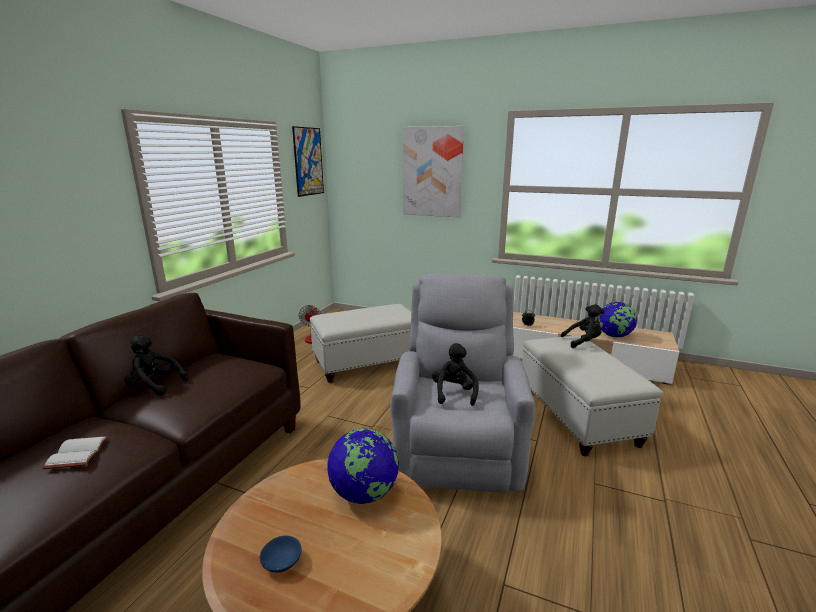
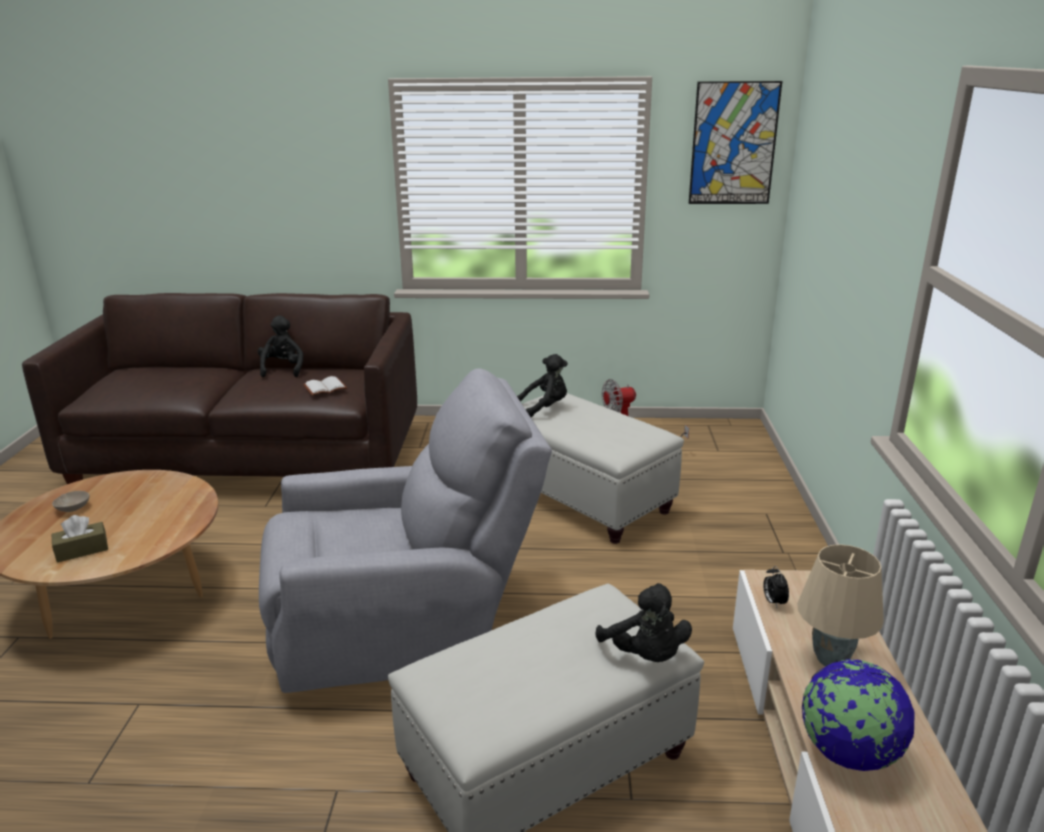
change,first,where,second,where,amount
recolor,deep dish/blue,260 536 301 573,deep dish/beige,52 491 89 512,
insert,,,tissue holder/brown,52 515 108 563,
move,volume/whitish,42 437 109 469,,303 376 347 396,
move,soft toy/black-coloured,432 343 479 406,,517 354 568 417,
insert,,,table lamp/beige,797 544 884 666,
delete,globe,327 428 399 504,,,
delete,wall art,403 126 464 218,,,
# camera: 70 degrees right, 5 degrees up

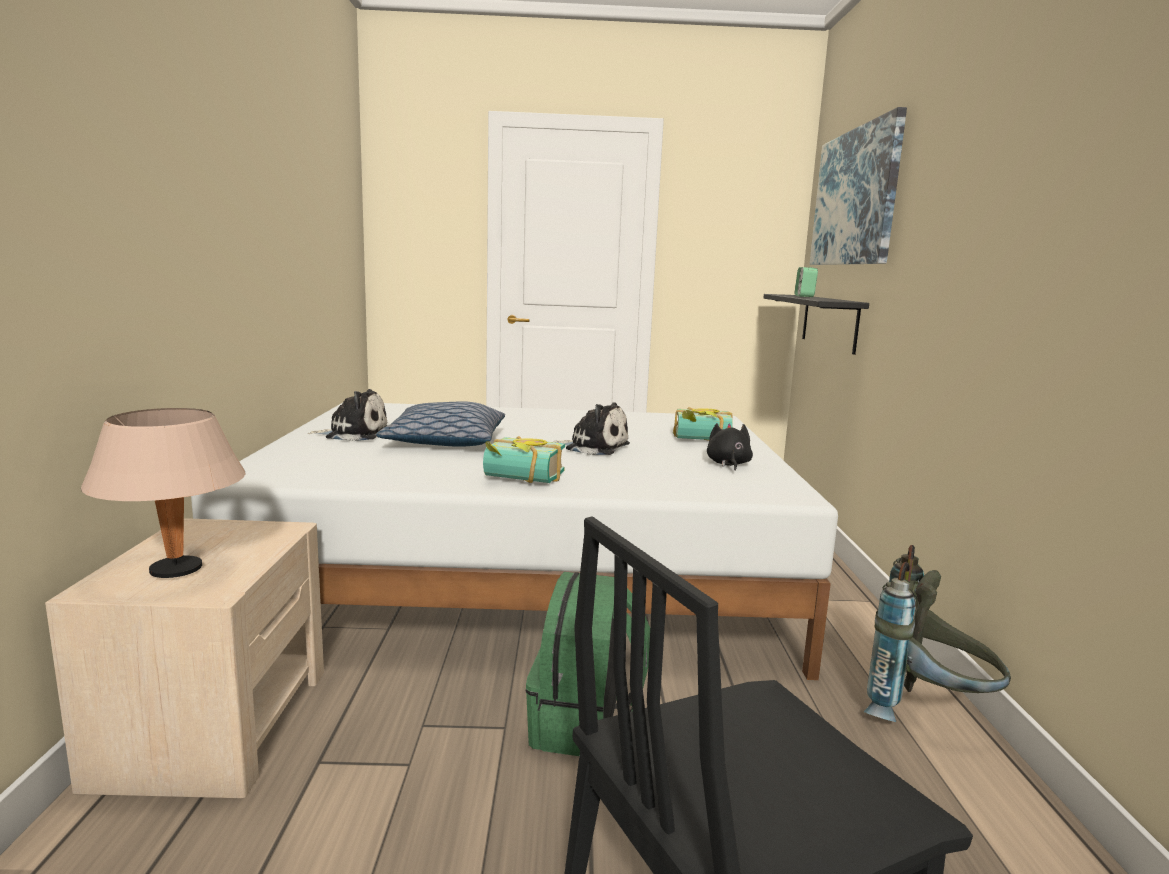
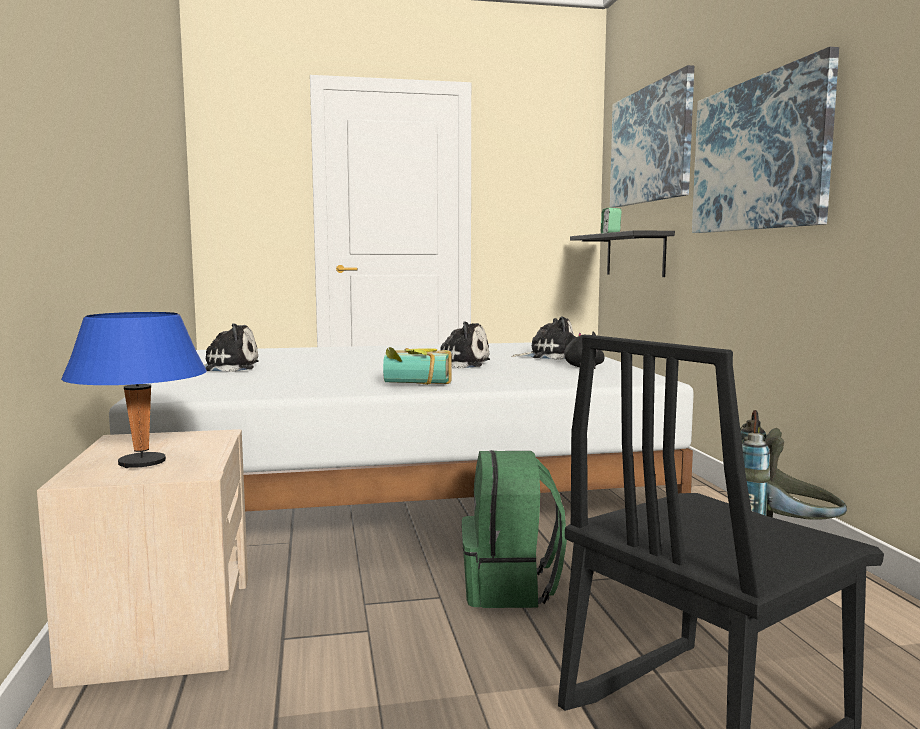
change,first,where,second,where,amount
recolor,table lamp/beige,81 408 246 578,table lamp/blue,61 312 207 468,
replace,volume,673 407 733 441,soft toy,511 316 574 360,
insert,,,wall art,692 47 839 233,
delete,pillow,376 401 505 447,,,
# camera: 10 degrees left, 5 degrees down

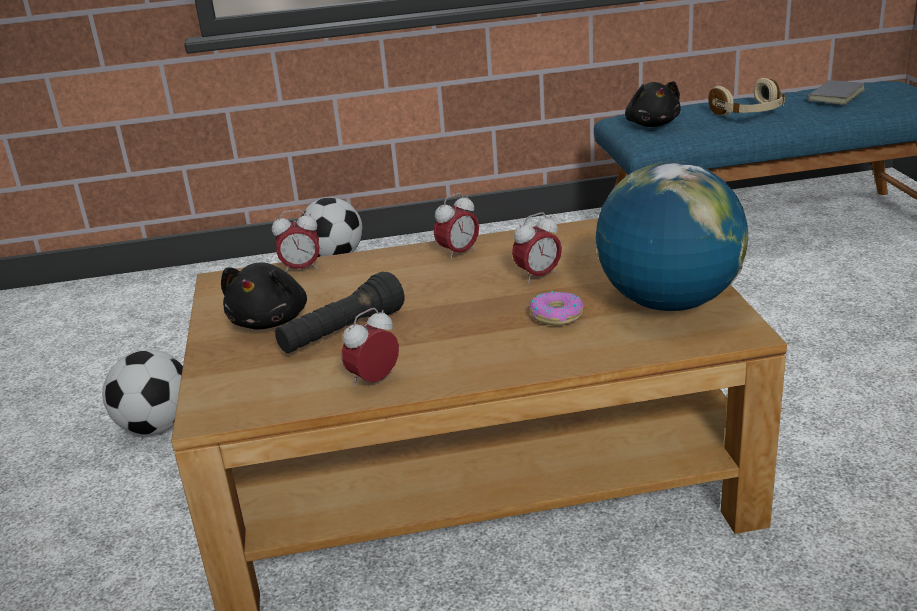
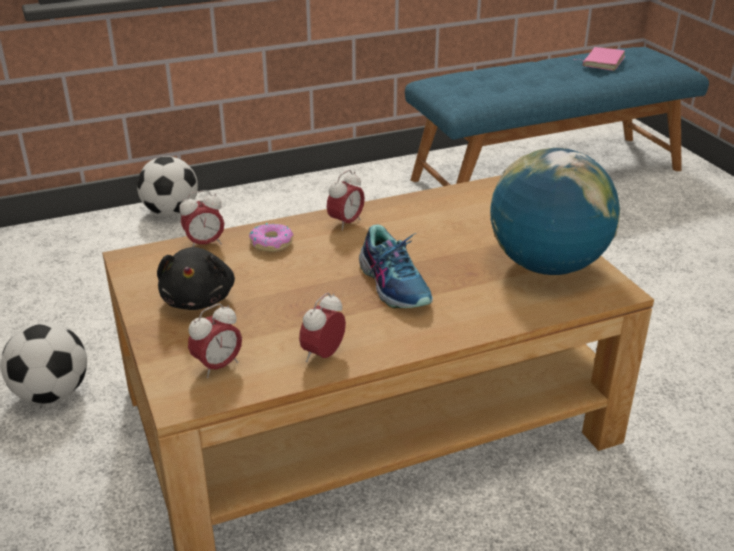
change,first,where,second,where,amount
move,table clock,512 212 562 284,,188 303 242 378,
move,donut,529 291 584 326,,249 223 293 252,
insert,,,low shoe,359 224 433 308,
recolor,volume/grey,797 80 865 105,volume/pinkish,574 47 625 71,
delete,torch/black-coloured,275 272 404 353,,,
delete,soft toy/black-coloured,625 81 681 127,,,
delete,headset/beige,709 78 785 116,,,
# camera: 15 degrees left, 5 degrees up

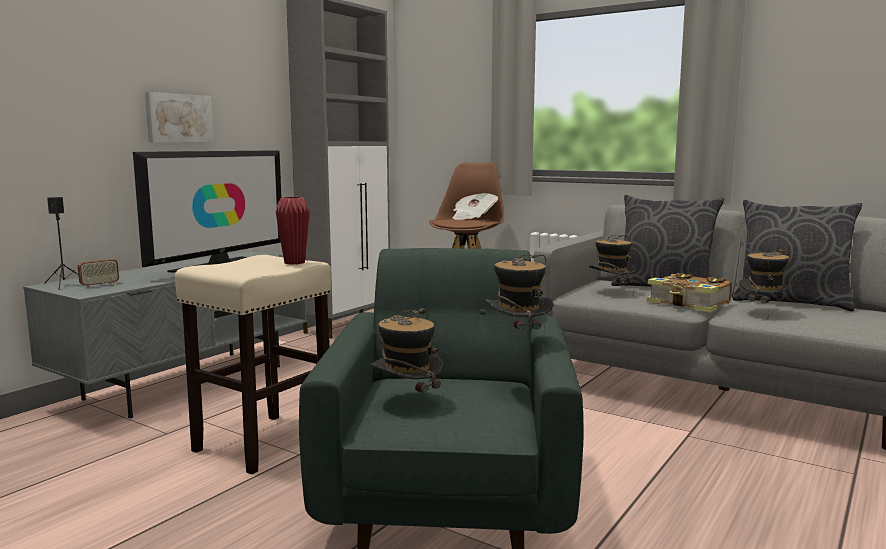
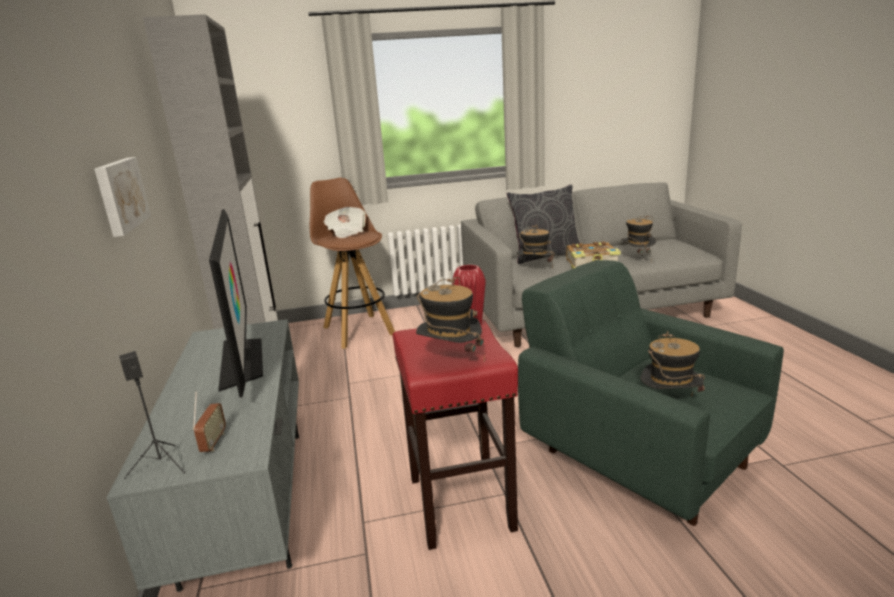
change,first,where,second,where,amount
recolor,stool/beige,175 255 331 474,stool/red-coloured,393 319 518 550,
move,hat,486 254 553 351,,416 277 485 360,
delete,pillow/grey,733 200 862 311,,,
# camera: 45 degrees left, 10 degrees up

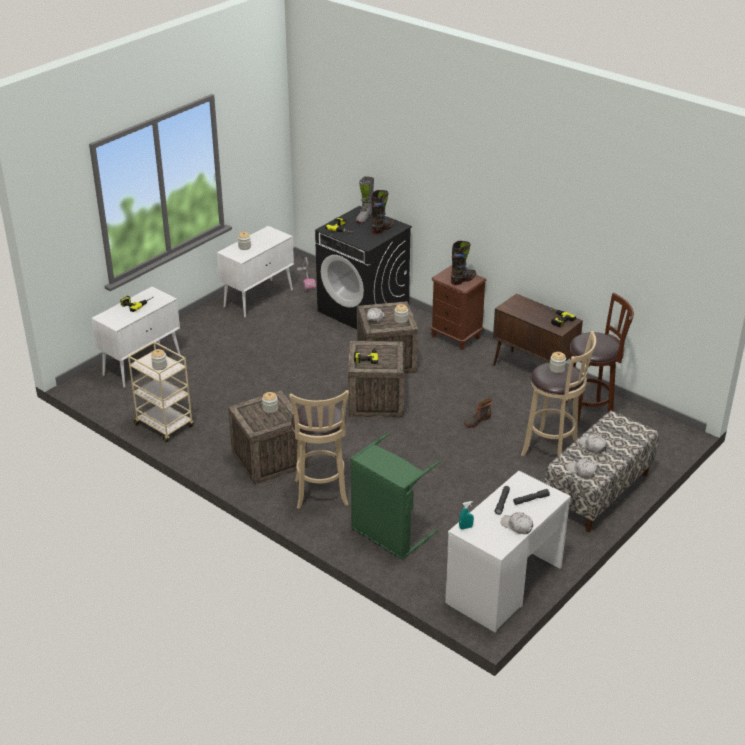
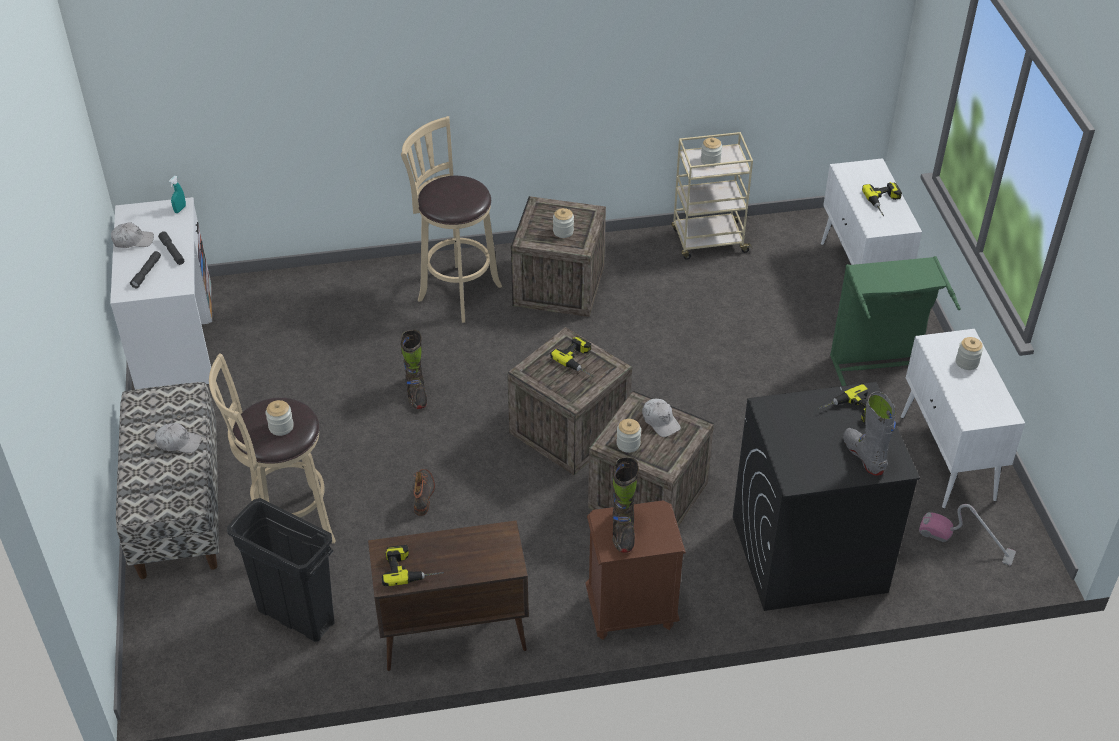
change,first,where,second,where,amount
replace,stool/brown,565 293 634 425,trash can/black-coloured,227 498 335 642,
move,boot/black-coloured,372 190 394 234,,401 330 427 409,
move,hamper/green-coloured,350 432 441 560,,830 256 961 386,
delete,baseball cap/whitish,567 458 597 478,,,
# camera: 130 degrees right, 10 degrees up

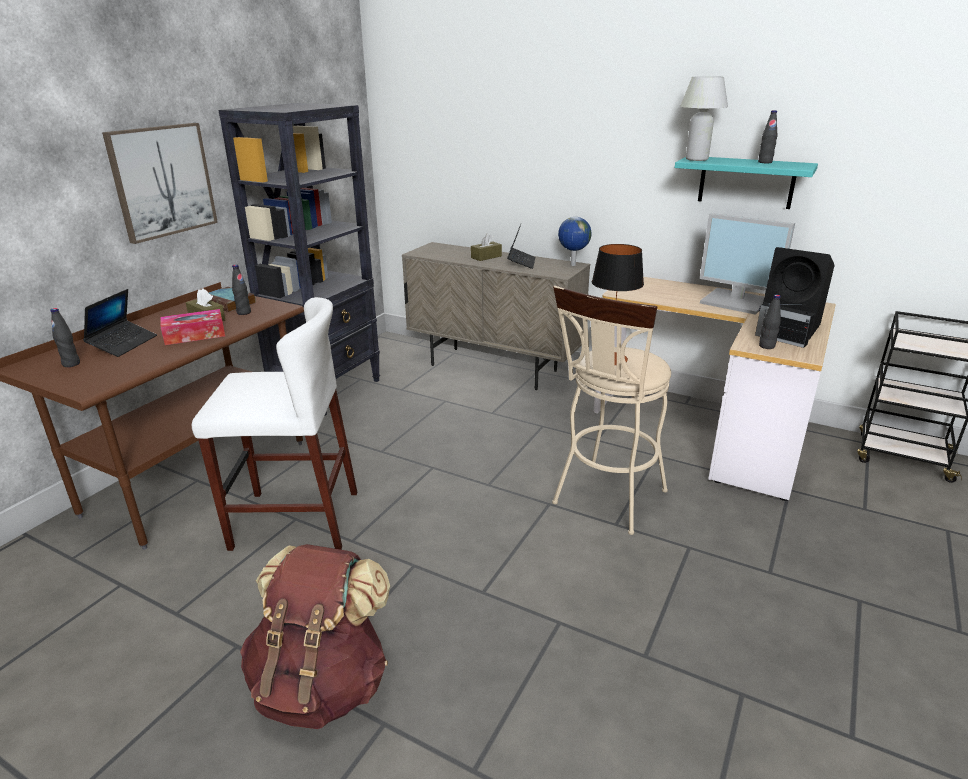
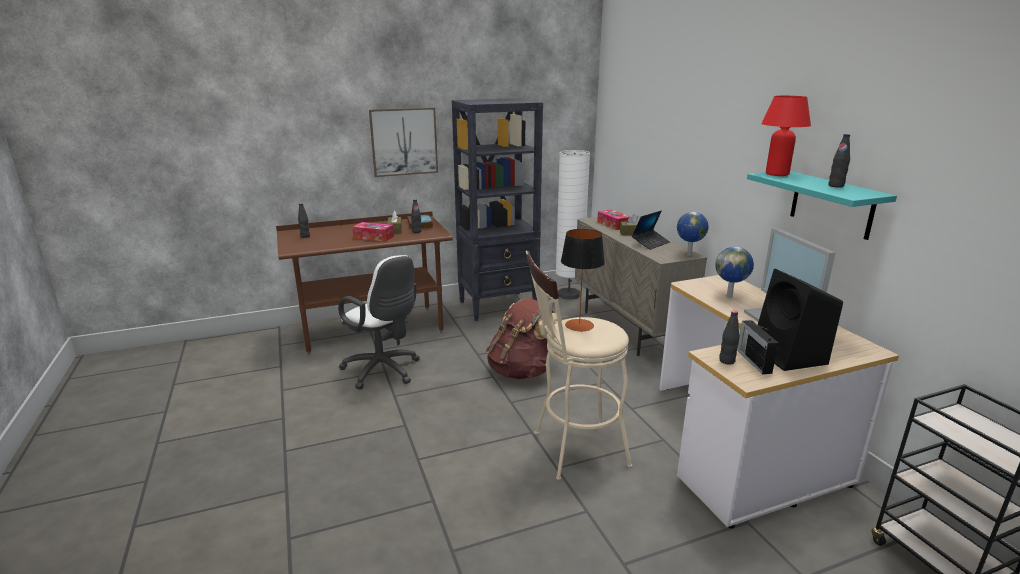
change,first,where,second,where,amount
replace,stool/whitish,192 297 357 551,desk chair/whitish,338 255 420 390,
move,backpack/brown,240 544 390 729,,486 298 558 379,
insert,,,floor lamp/whitish,556 150 590 300,
insert,,,tissue holder,597 209 631 230,
insert,,,globe,716 247 754 298,
recolor,table lamp/whitish,680 76 728 161,table lamp/red-coloured,761 96 811 176,
delete,laptop,83 289 157 357,,,
# camera: 40 degrees right, 5 degrees down

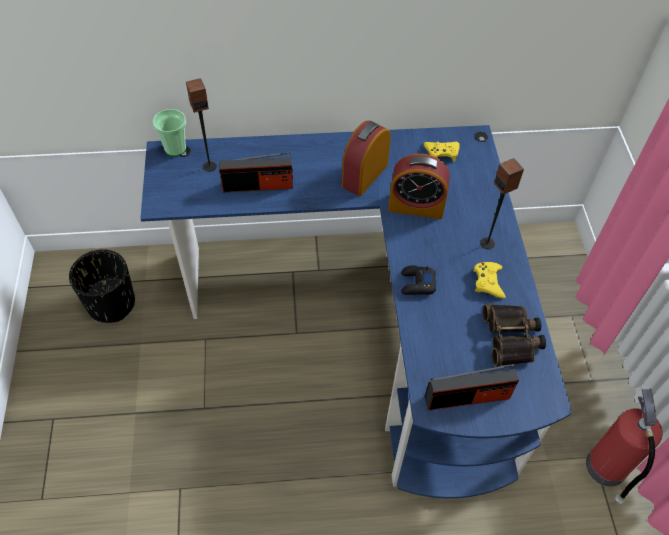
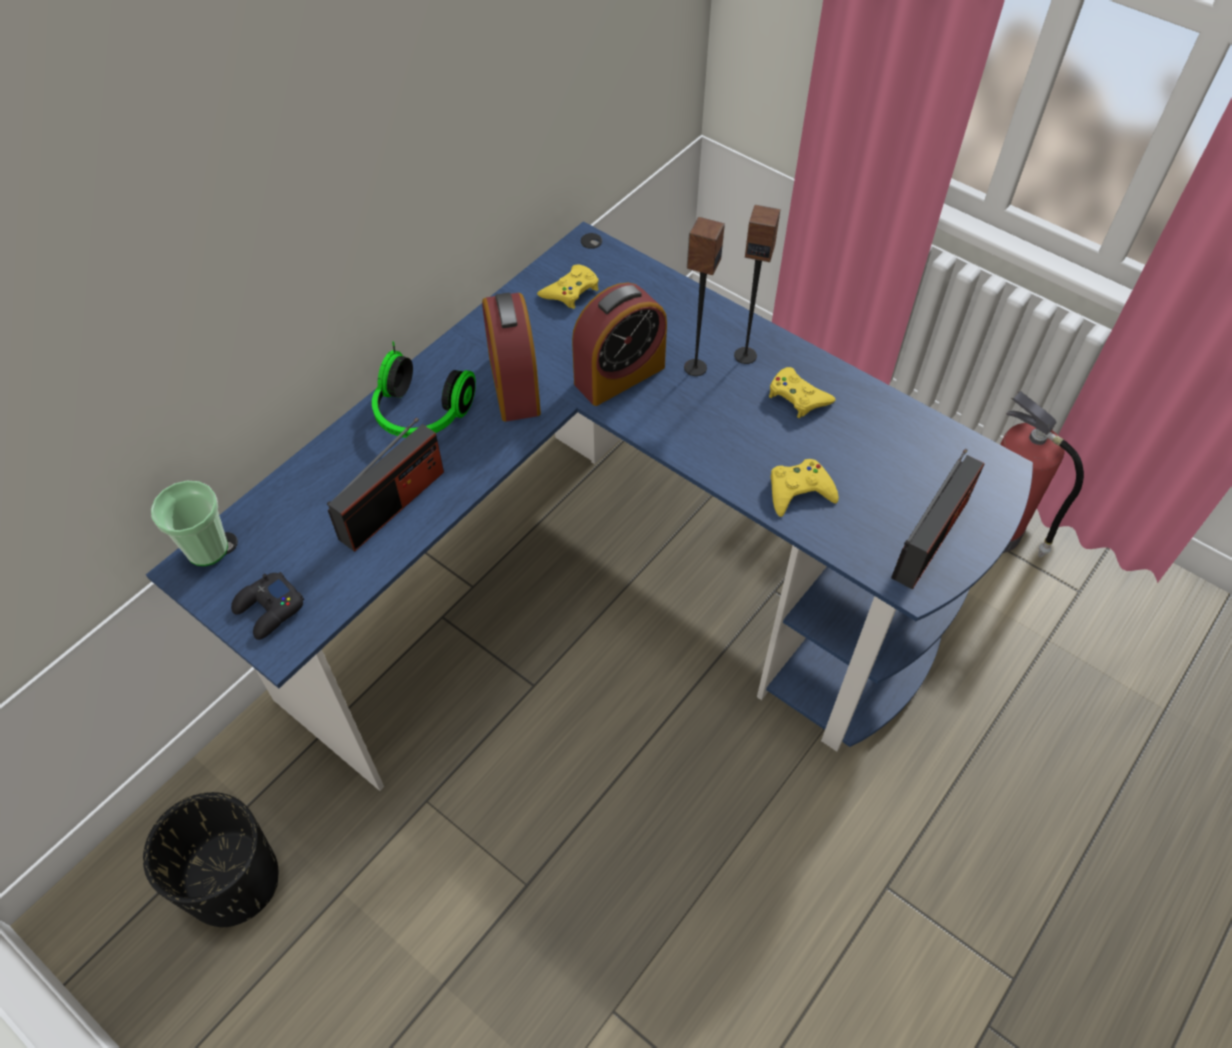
change,first,where,second,where,amount
move,game controller/black-coloured,401 266 436 295,,231 572 304 640,
insert,,,headset,372 341 476 438,
move,loudspeaker,186 78 217 172,,684 217 725 376,
insert,,,game controller/yellow,771 459 839 517,
delete,field glasses,483 304 546 366,,,
# camera: 45 degrees left, 0 degrees up

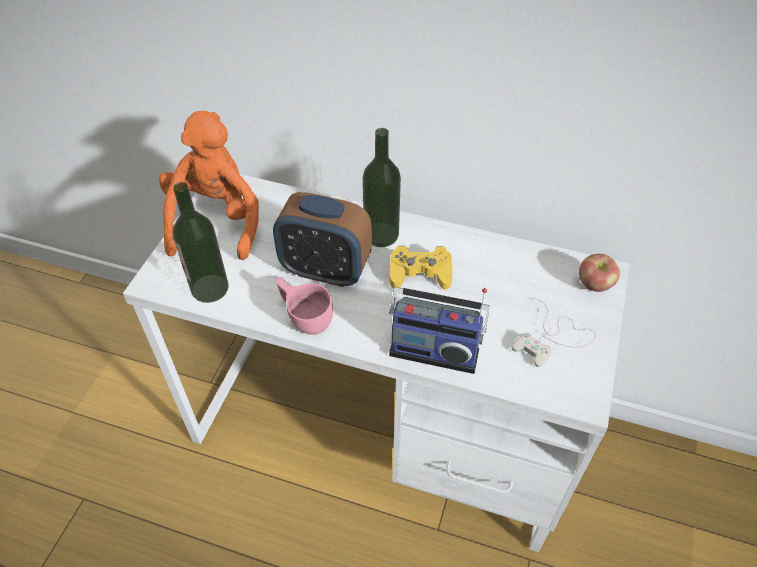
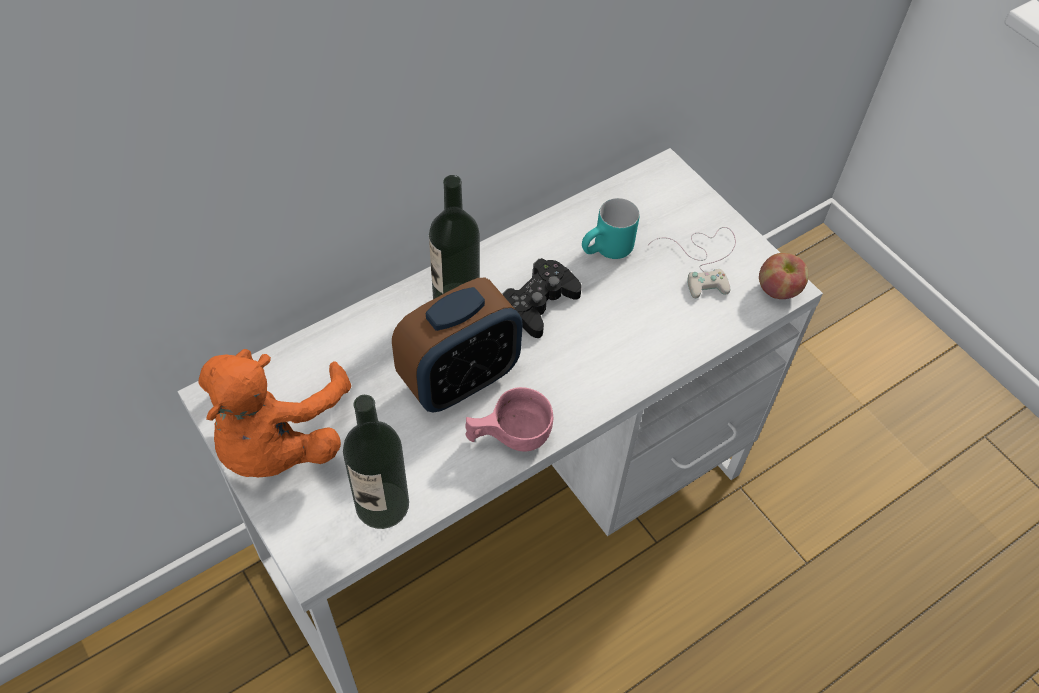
change,first,where,second,where,amount
rotate,soft toy/orange,159 111 259 260,,199 349 351 477,120 degrees counterclockwise
recolor,game controller/yellow,390 246 452 290,game controller/black-coloured,503 258 582 338,
insert,,,tea mug/blue-green,582 198 639 259,
move,whole apple,579 254 620 292,,759 253 808 299,
delete,radio receiver,389 287 490 374,,,
# camera: 55 degrees left, 5 degrees up

